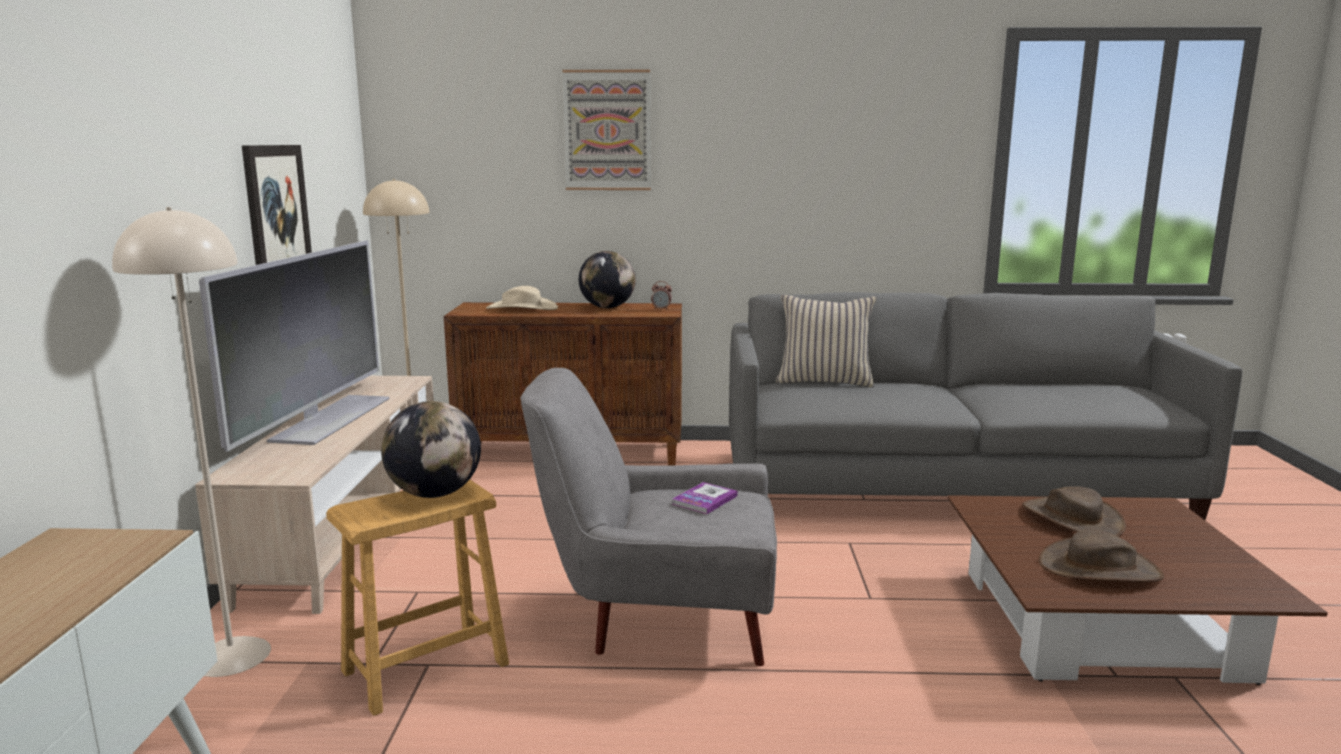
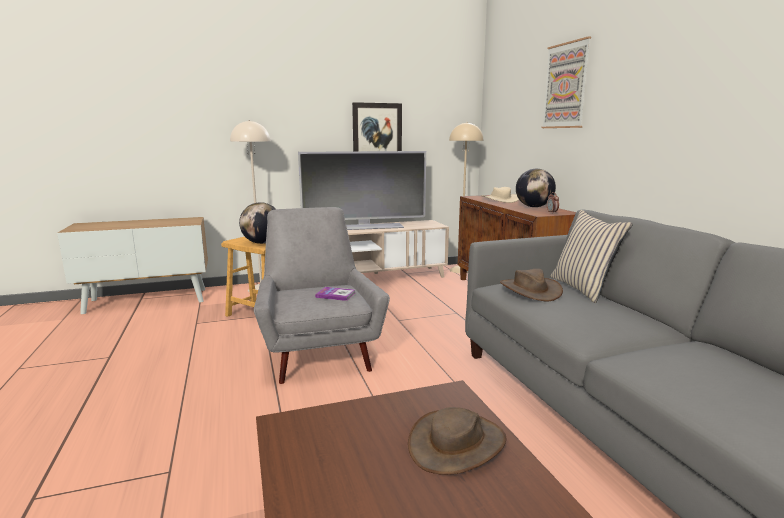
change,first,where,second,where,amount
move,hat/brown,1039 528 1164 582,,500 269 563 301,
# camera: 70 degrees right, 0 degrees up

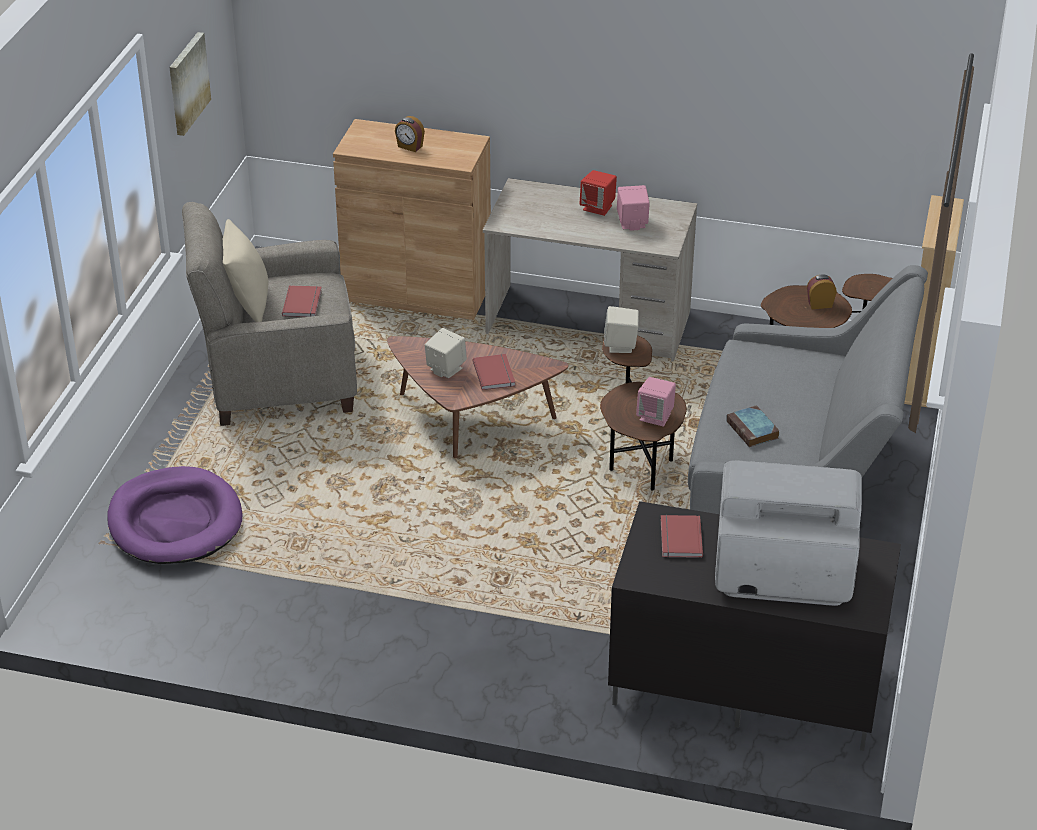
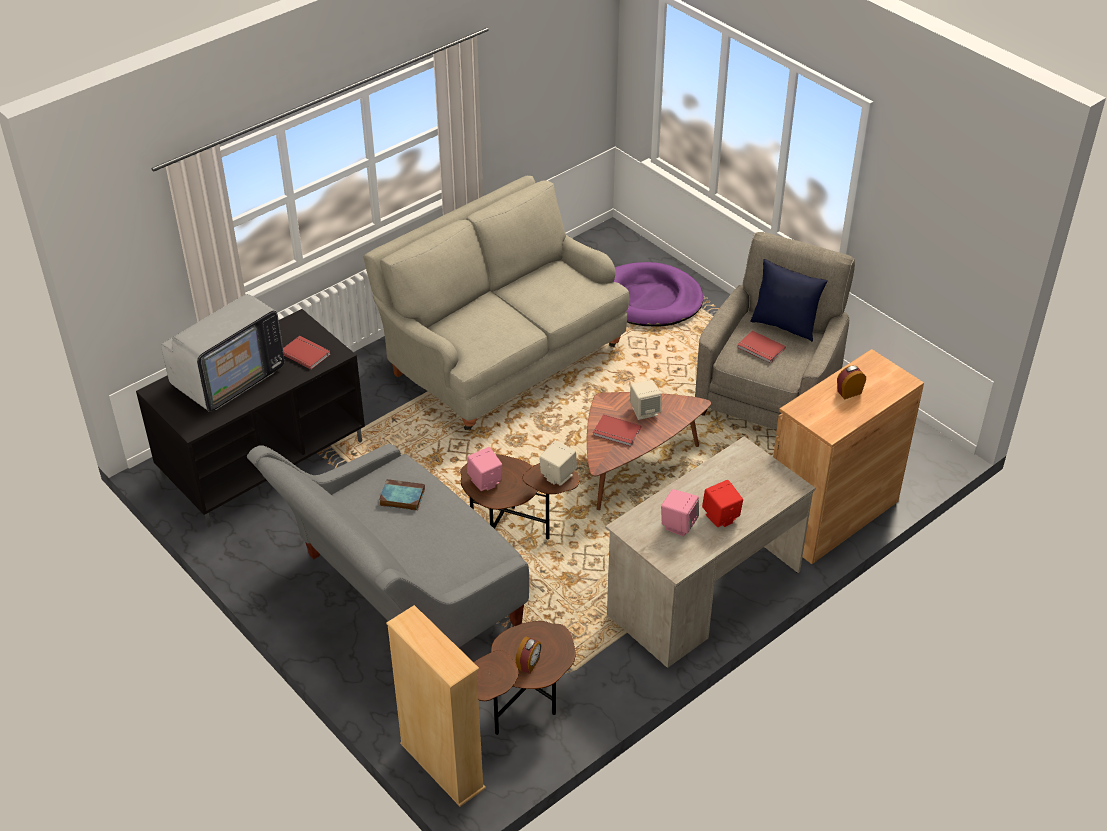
change,first,where,second,where,amount
insert,,,settee/beige,363 176 629 430,
recolor,pillow/beige,223 219 268 322,pillow/blue,750 259 828 342,
delete,wall art,169 32 211 136,,,
# camera: 125 degrees right, 5 degrees up

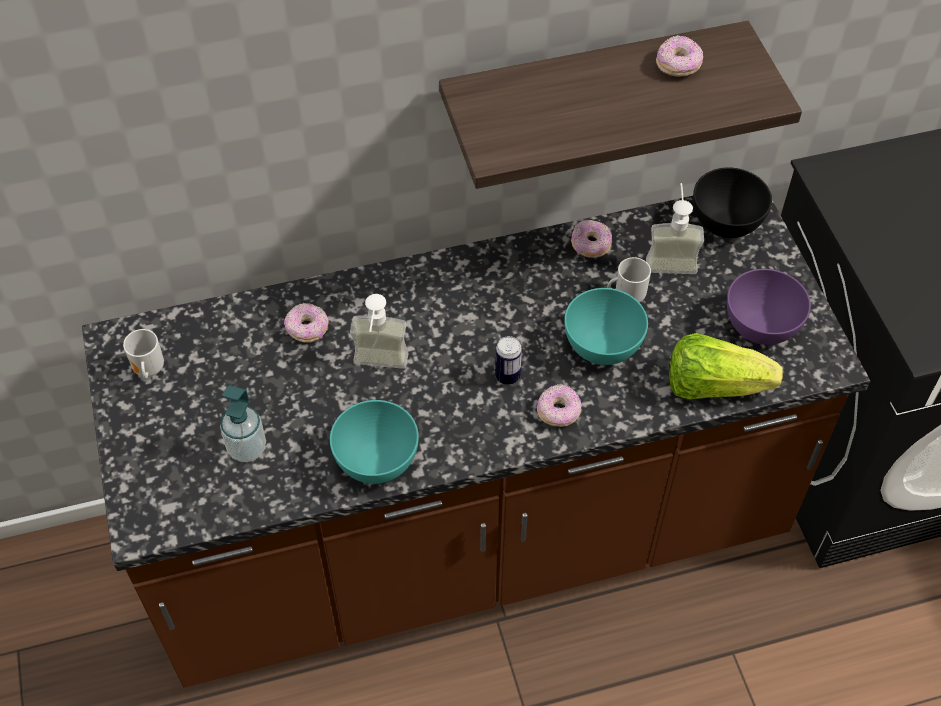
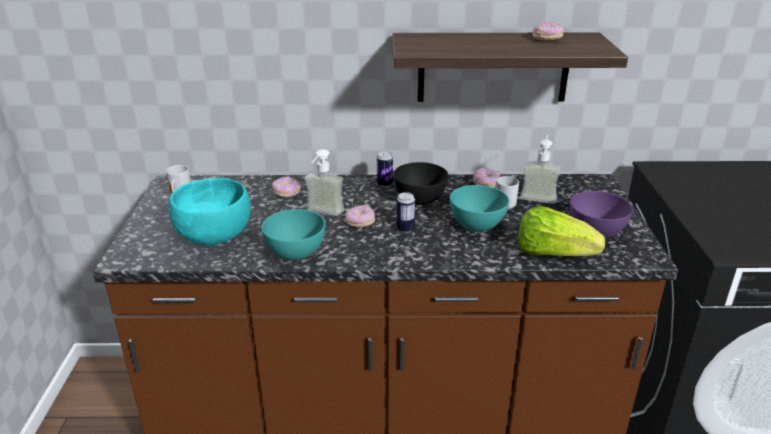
change,first,where,second,where,amount
replace,soap dispenser,220 385 266 462,deep dish/blue-green,169 178 251 246,
move,donut,537 384 582 427,,345 205 375 228,
insert,,,sealed can,377 151 393 187,
move,deep dish/black-coloured,693 167 772 238,,393 162 448 205,
# camera: 15 degrees right, 25 degrees down

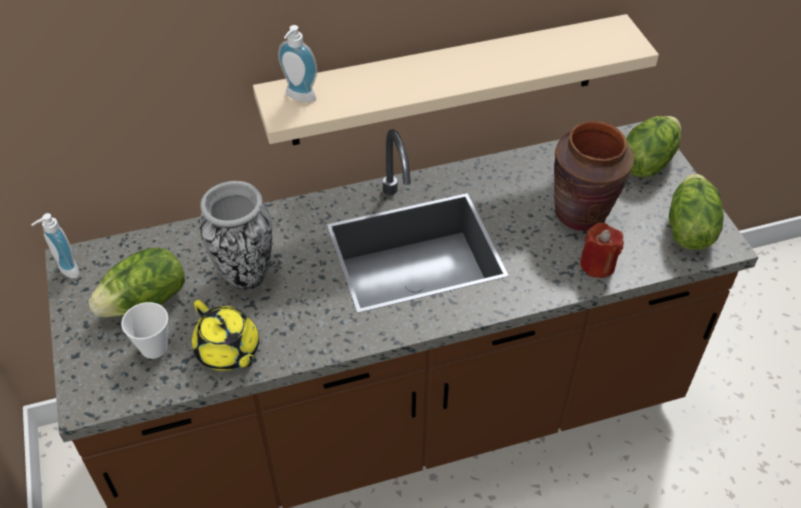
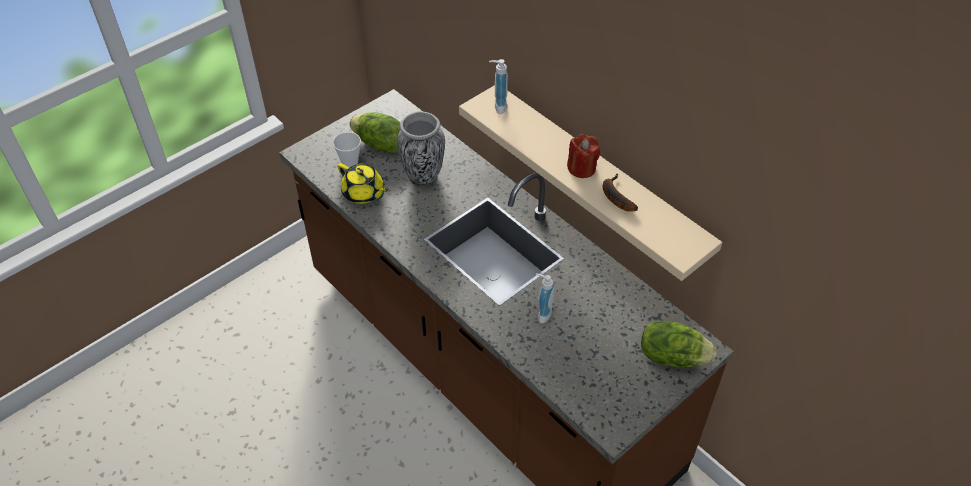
change,first,where,second,where,amount
rotate,teapot/yellow,192 300 259 371,,338 163 388 204,75 degrees counterclockwise
move,soap dispenser,31 213 79 278,,536 273 555 323,
move,candle/red-coloured,580 223 624 278,,567 134 600 178,
insert,,,banana,603 174 638 212,
delete,decorative vase/brown,554 121 634 231,,,
delete,lettuce,669 174 724 250,,,
# camera: 65 degrees right, 0 degrees up

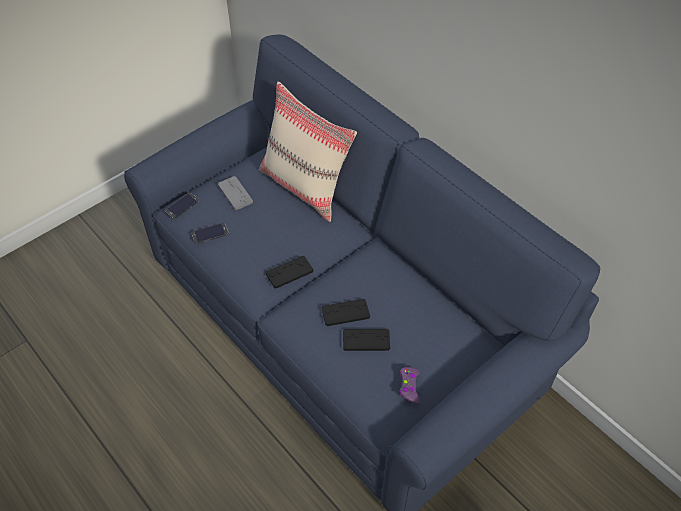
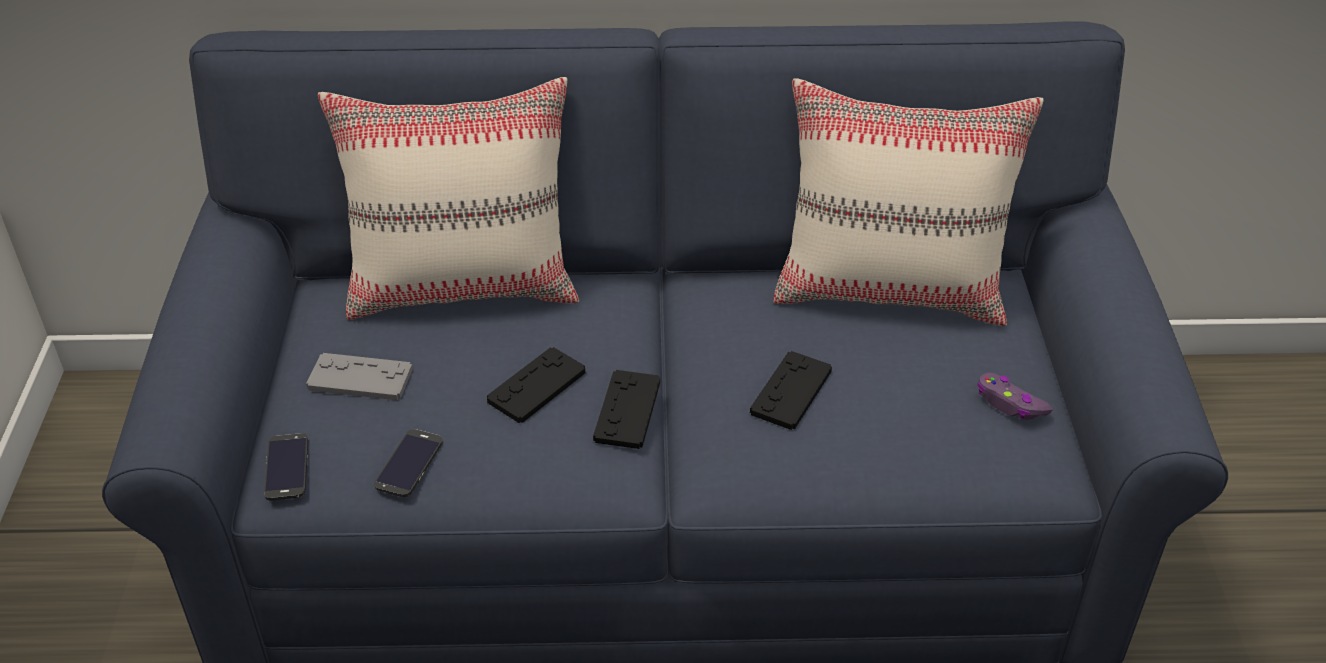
change,first,where,second,where,amount
move,game controller/black-coloured,343 329 390 351,,487 347 585 423,
insert,,,pillow/beige,773 78 1044 326,
# camera: 50 degrees left, 10 degrees down

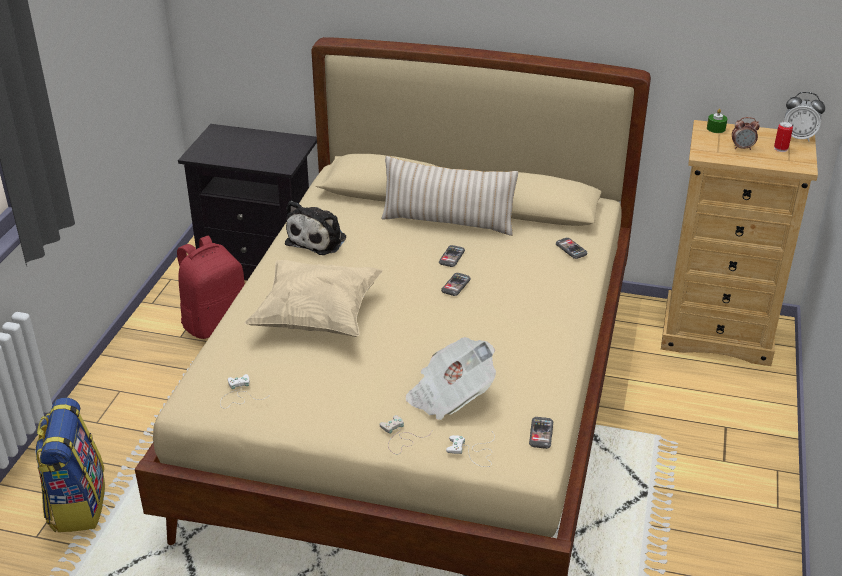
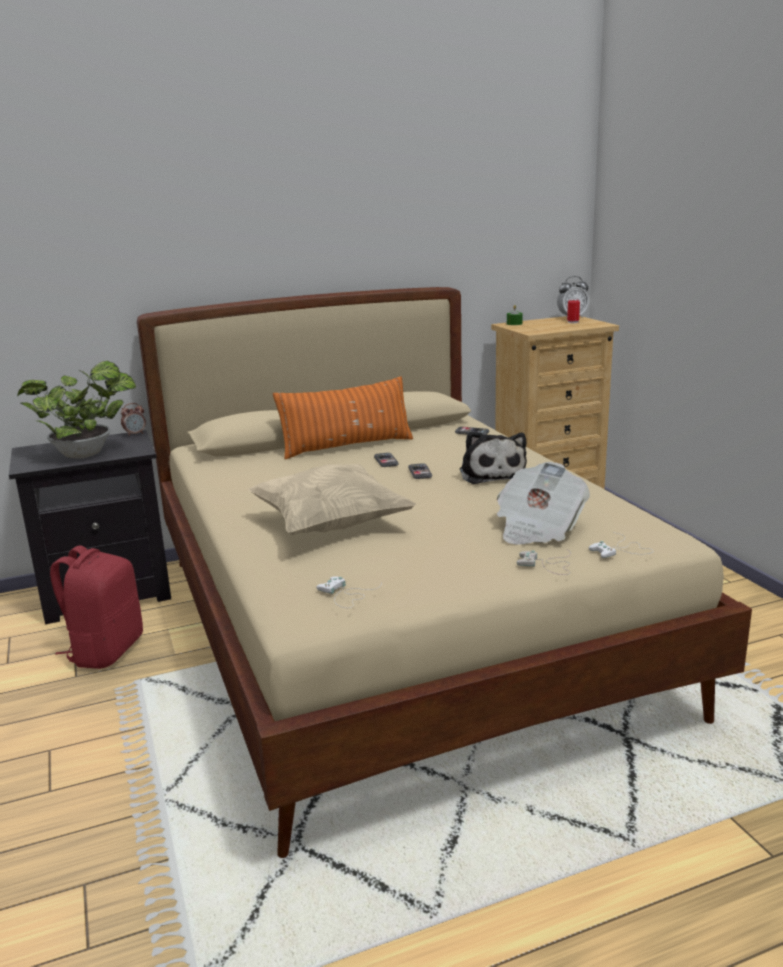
change,first,where,second,where,amount
insert,,,houseplant,17 361 136 459,
move,table clock,732 117 760 150,,121 403 146 436,
recolor,pillow/beige,381 156 518 236,pillow/orange,273 376 413 459,
move,soft toy,285 201 346 255,,460 431 527 484,
delete,backpack,35 398 105 532,,,
delete,handset,529 417 553 449,,,
# camera: 35 degrees left, 15 degrees down

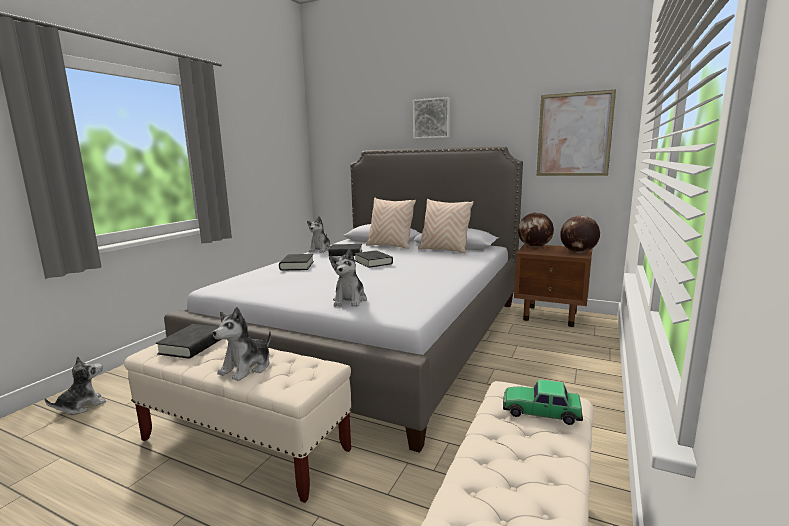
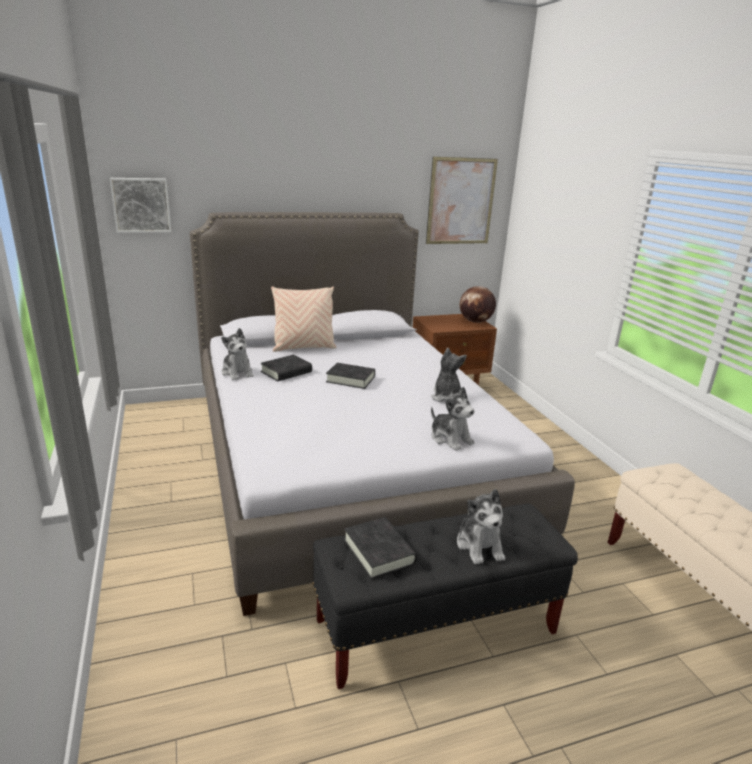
change,first,where,second,where,amount
move,wall art,413 97 450 139,,110 178 171 233,
recolor,indoor bench/beige,124 339 352 503,indoor bench/black-coloured,312 503 578 689,
move,soft toy,44 356 106 415,,431 348 467 402,
delete,volume/black-coloured,279 254 314 271,,,
delete,pillow/beige,418 199 474 253,,,
delete,miniature car,503 380 583 425,,,
delete,globe,518 212 554 247,,,
# camera: 45 degrees left, 10 degrees up

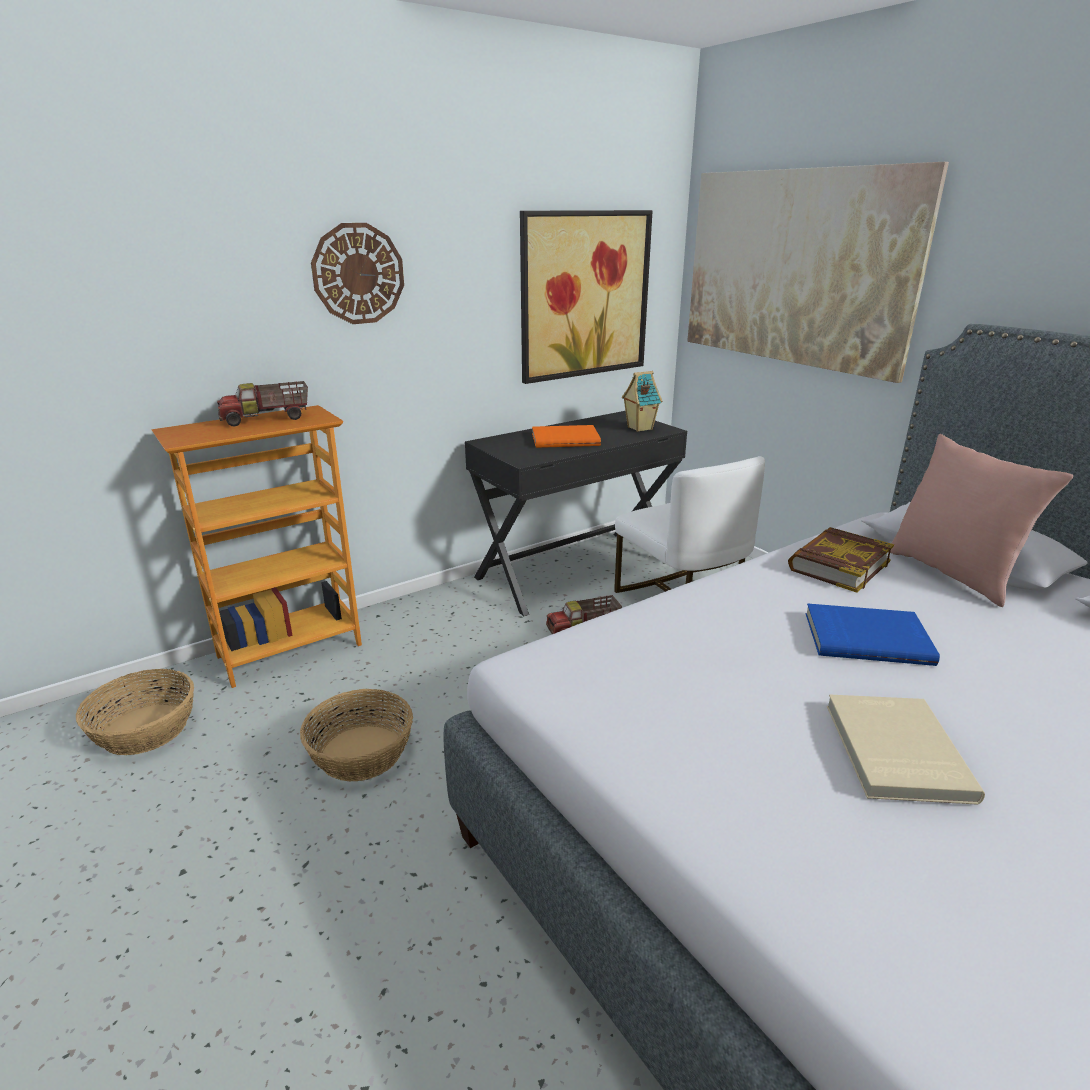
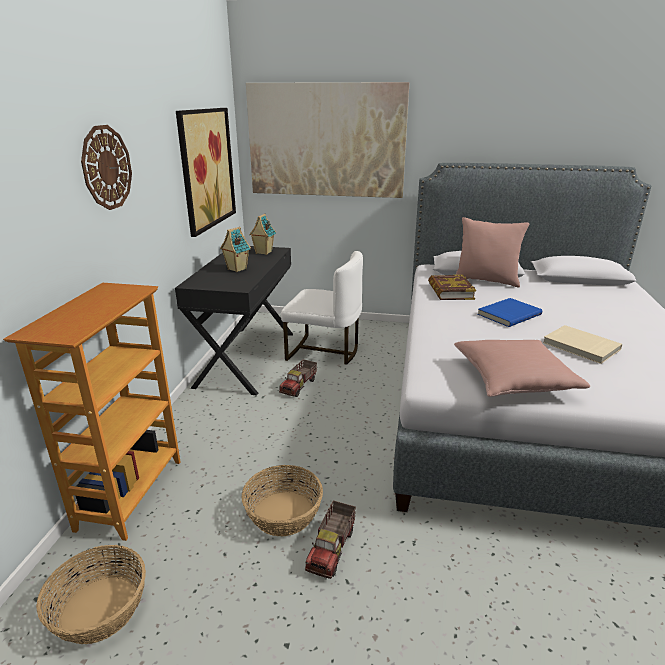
change,first,where,second,where,amount
replace,volume/orange,532 425 601 448,miniature house,220 227 251 272,
move,toy truck,217 381 308 427,,305 501 356 579,
insert,,,pillow/pinkish,454 340 590 397,
# camera: 45 degrees left, 0 degrees up

